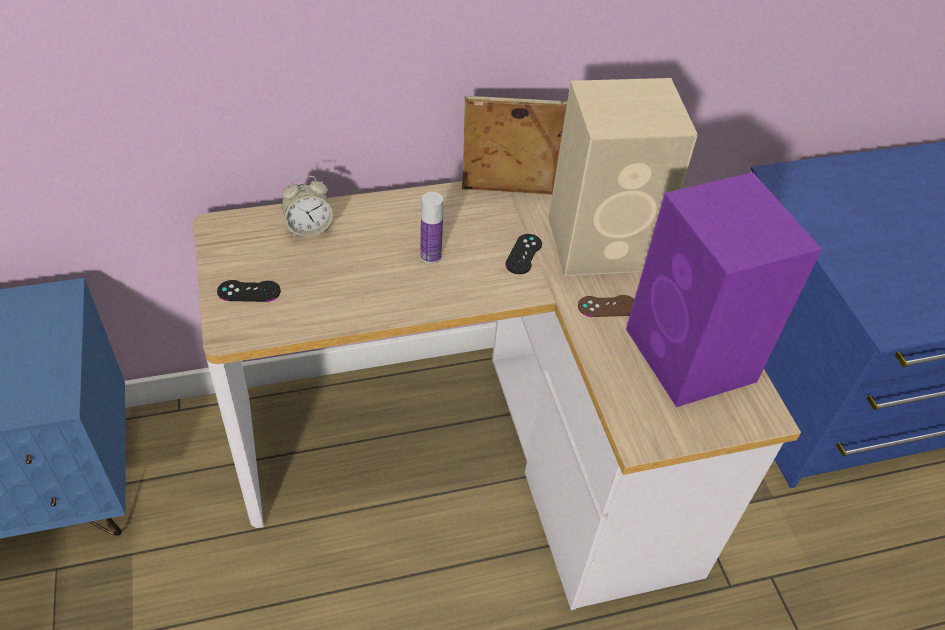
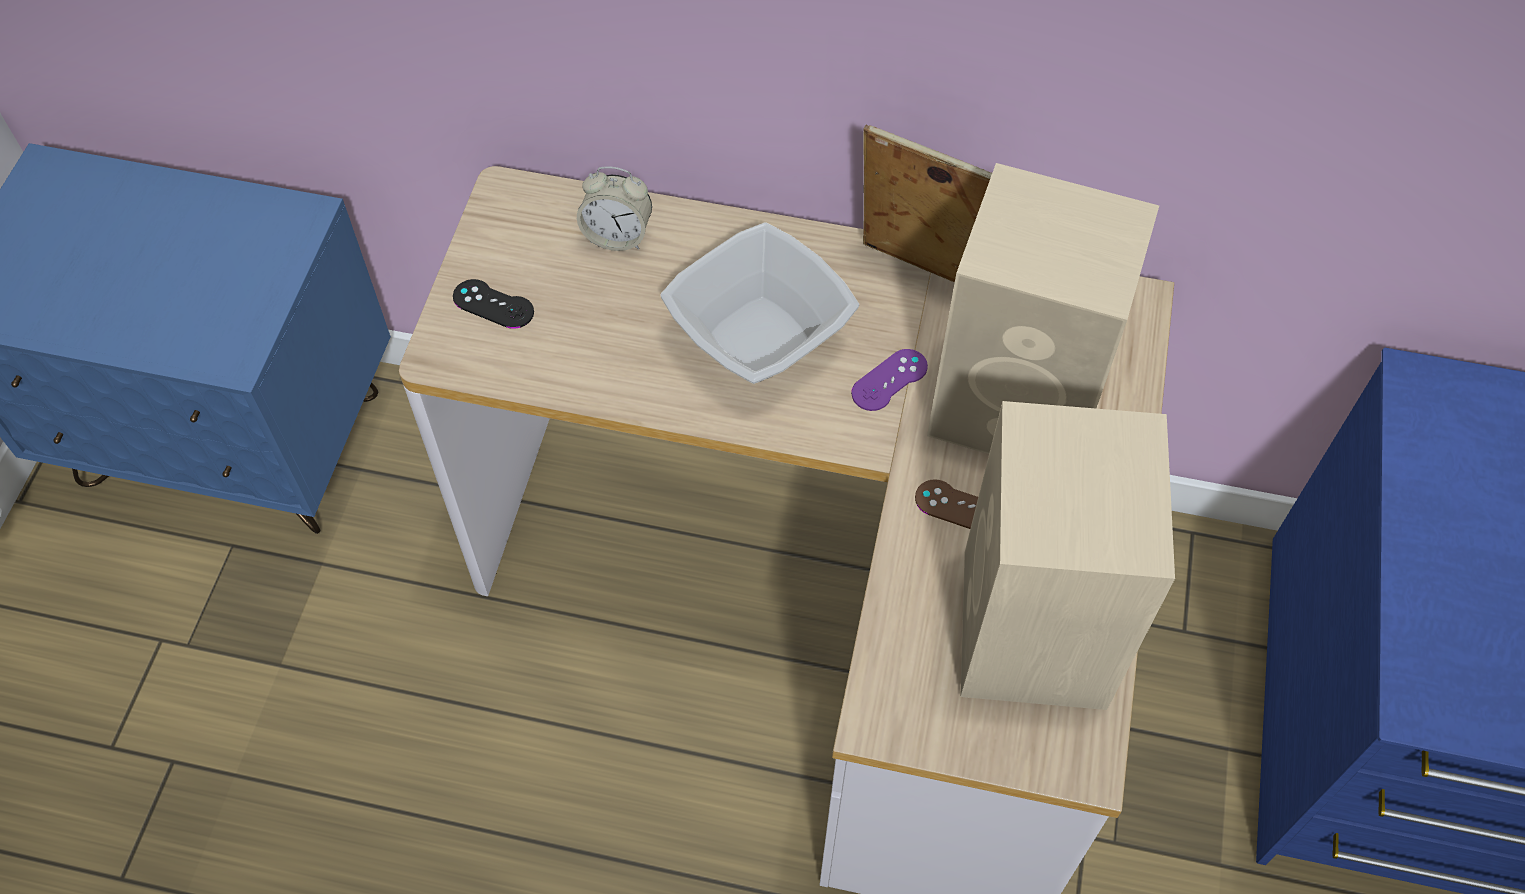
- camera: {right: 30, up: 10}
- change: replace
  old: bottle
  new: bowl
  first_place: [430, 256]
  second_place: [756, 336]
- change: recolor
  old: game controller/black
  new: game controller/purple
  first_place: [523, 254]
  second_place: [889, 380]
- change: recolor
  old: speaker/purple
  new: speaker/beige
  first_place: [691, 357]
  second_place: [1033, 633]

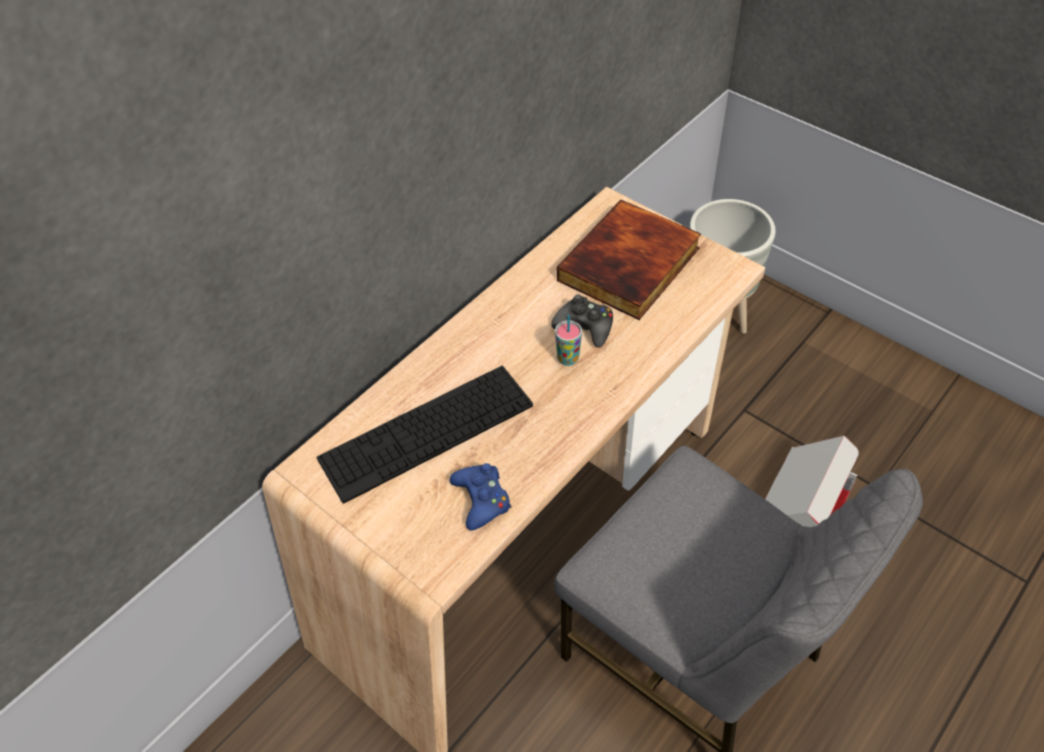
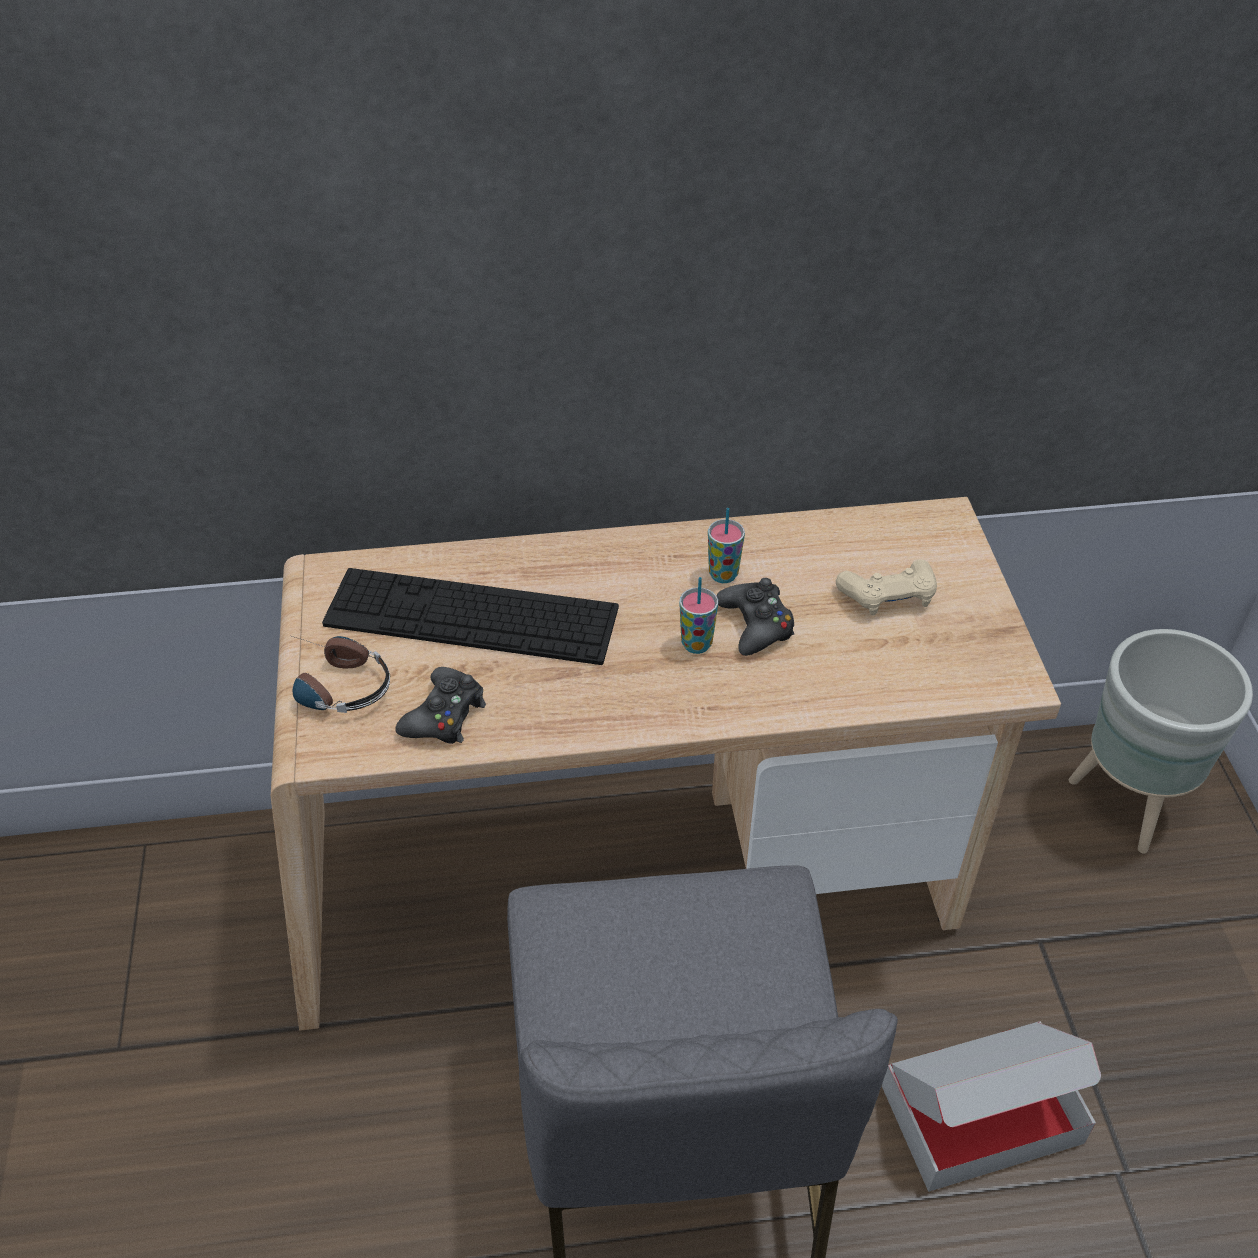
- camera: {right: 40, up: -5}
- change: recolor
  old: game controller/blue
  new: game controller/black
  first_place: [482, 499]
  second_place: [444, 715]
- change: replace
  old: book
  new: game controller/beige
  first_place: [630, 266]
  second_place: [888, 596]
- change: insert
  new: headphones
  second_place: [332, 684]
- change: insert
  new: cup
  second_place: [723, 575]

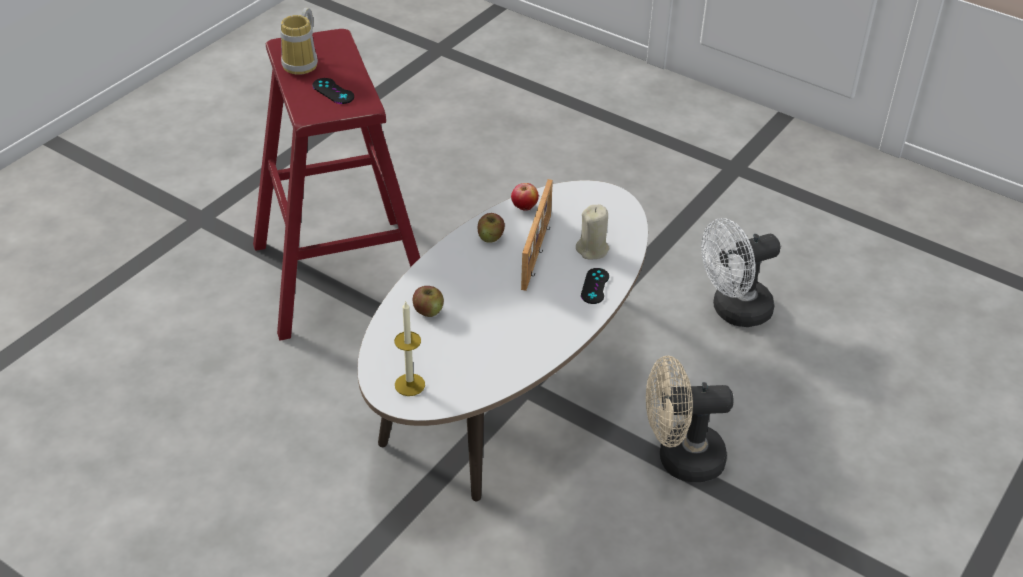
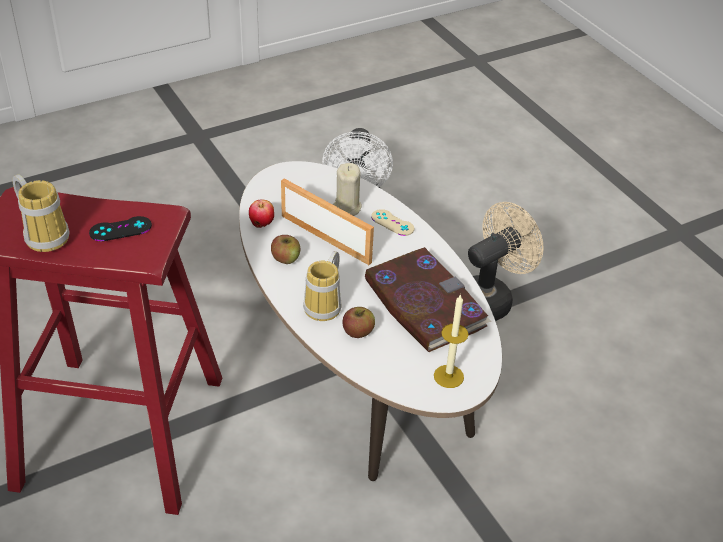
- camera: {right: -65, up: 0}
- change: recolor
  old: game controller/black
  new: game controller/beige
  first_place: [595, 286]
  second_place: [392, 223]
- change: rotate
  old: fan/beige
  first_place: [680, 459]
  second_place: [490, 298]
  degrees: -150
- change: insert
  new: mug
  second_place: [326, 306]
- change: insert
  new: book
  second_place: [423, 303]

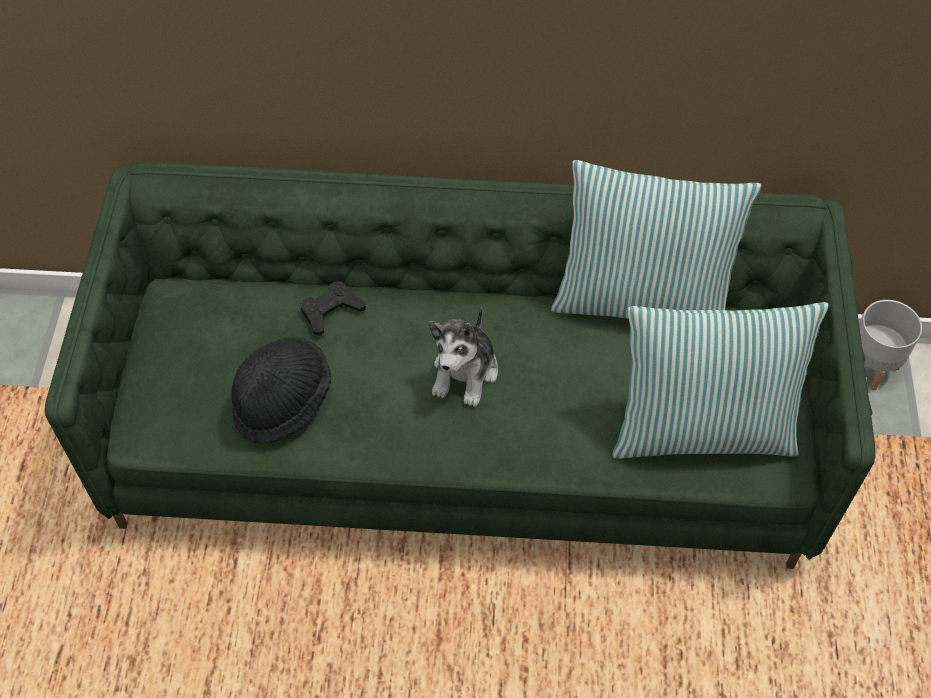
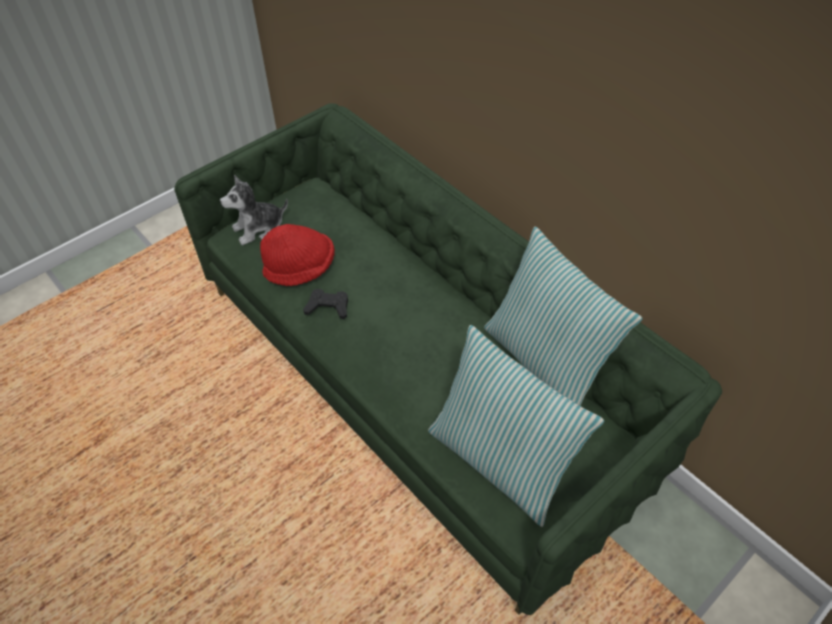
- camera: {right: 45, up: -5}
- change: recolor
  old: hat/black
  new: hat/red
  first_place: [282, 401]
  second_place: [300, 268]
- change: move
  old: game controller/black
  first_place: [331, 311]
  second_place: [328, 307]
- change: move
  old: plush toy
  first_place: [465, 372]
  second_place: [259, 229]
- change: delete
  old: planter/grey
  first_place: [871, 366]

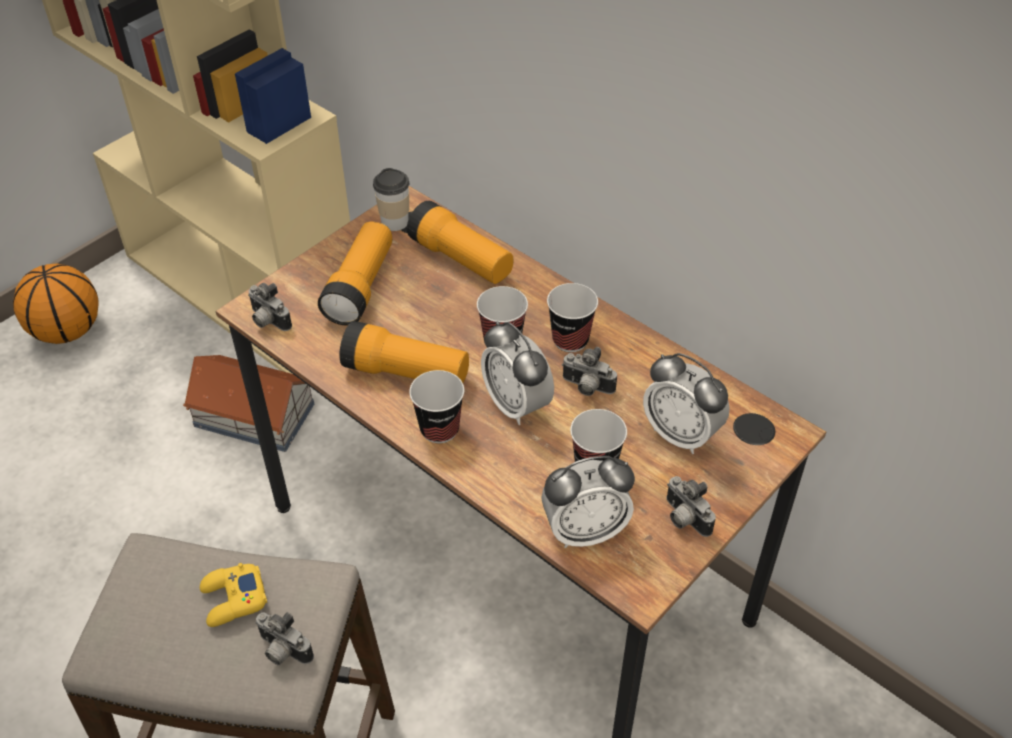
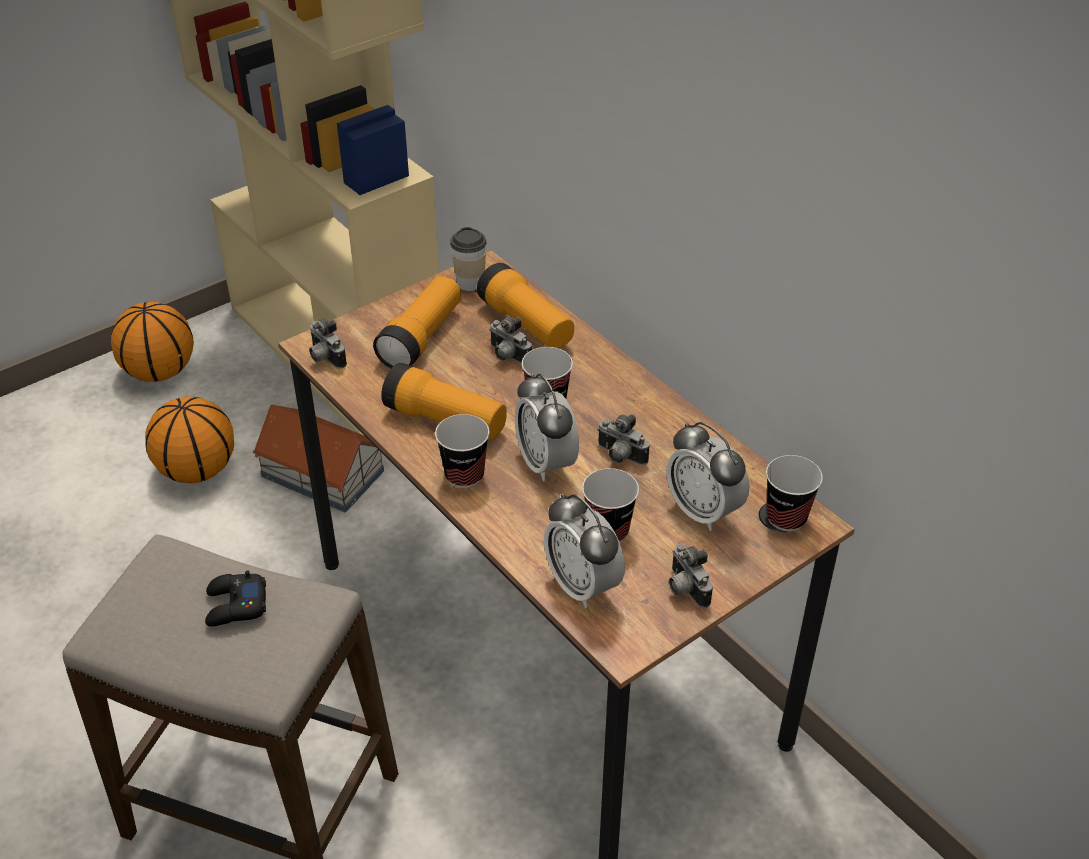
- camera: {right: 10, up: -5}
- change: recolor
  old: game controller/yellow
  new: game controller/black
  first_place: [233, 599]
  second_place: [235, 605]
- change: move
  old: photo camera
  first_place: [282, 651]
  second_place: [507, 356]
- change: rotate
  old: alarm clock
  first_place: [584, 531]
  second_place: [582, 585]
  degrees: 60
- change: move
  old: cup
  first_place: [570, 340]
  second_place: [786, 517]
- change: insert
  new: basketball
  second_place: [197, 469]

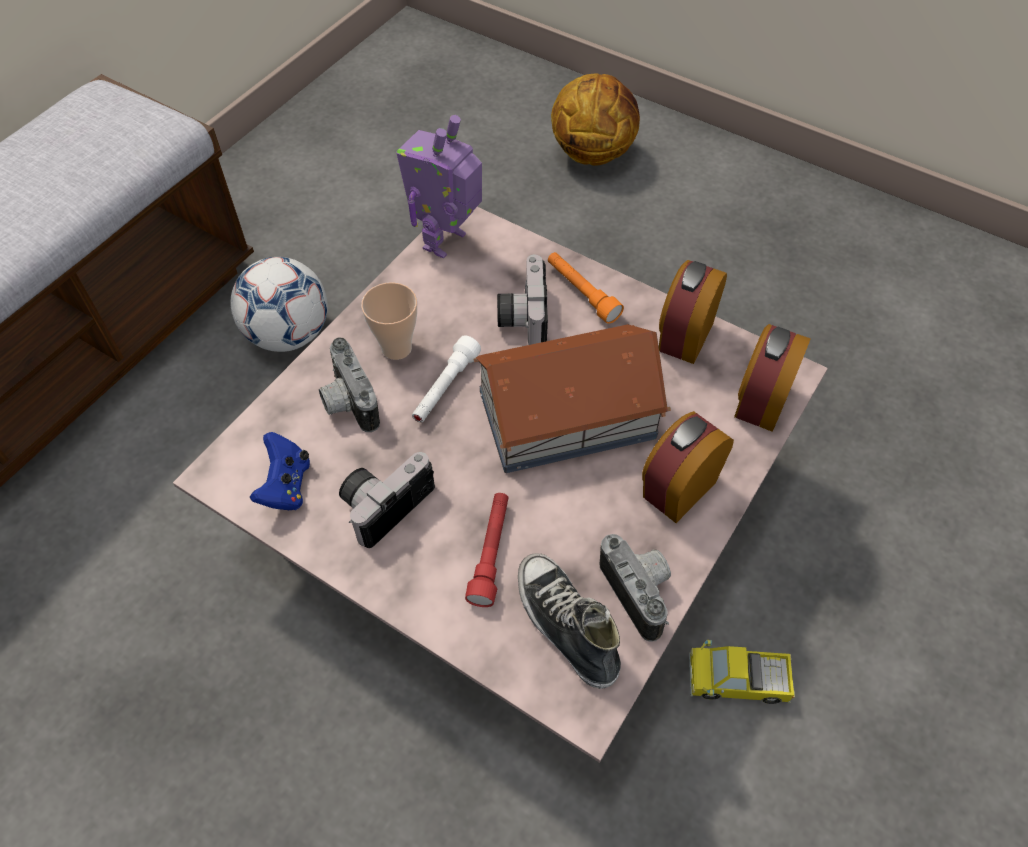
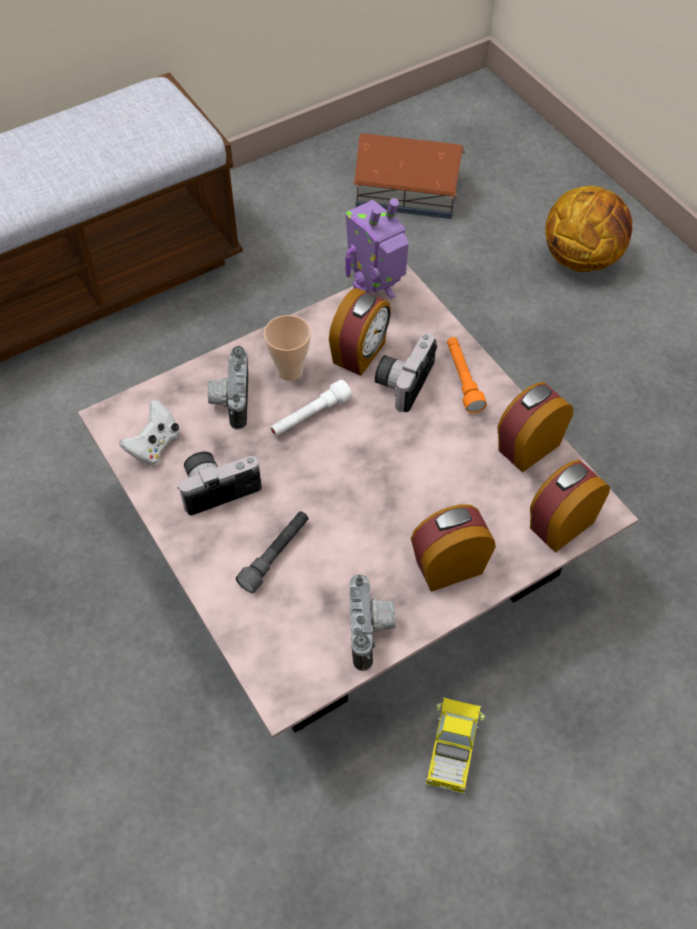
- camera: {right: 25, up: 0}
- change: delete
  old: football
  first_place: [289, 334]
- change: recolor
  old: game controller/blue
  new: game controller/white
  first_place: [286, 485]
  second_place: [154, 445]
- change: recolor
  old: flashlight/red
  new: flashlight/grey
  first_place: [491, 553]
  second_place: [275, 555]
- change: move
  old: toy house
  first_place: [564, 413]
  second_place: [406, 191]
- change: delete
  old: shoe
  first_place: [565, 625]
- change: rotate
  old: toy truck
  first_place: [737, 680]
  second_place: [452, 750]
  degrees: 75
- change: insert
  new: alarm clock
  second_place: [360, 354]

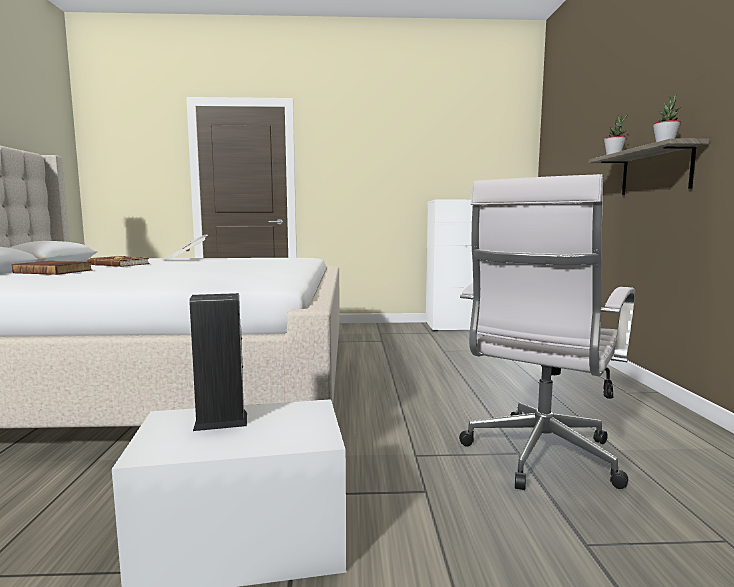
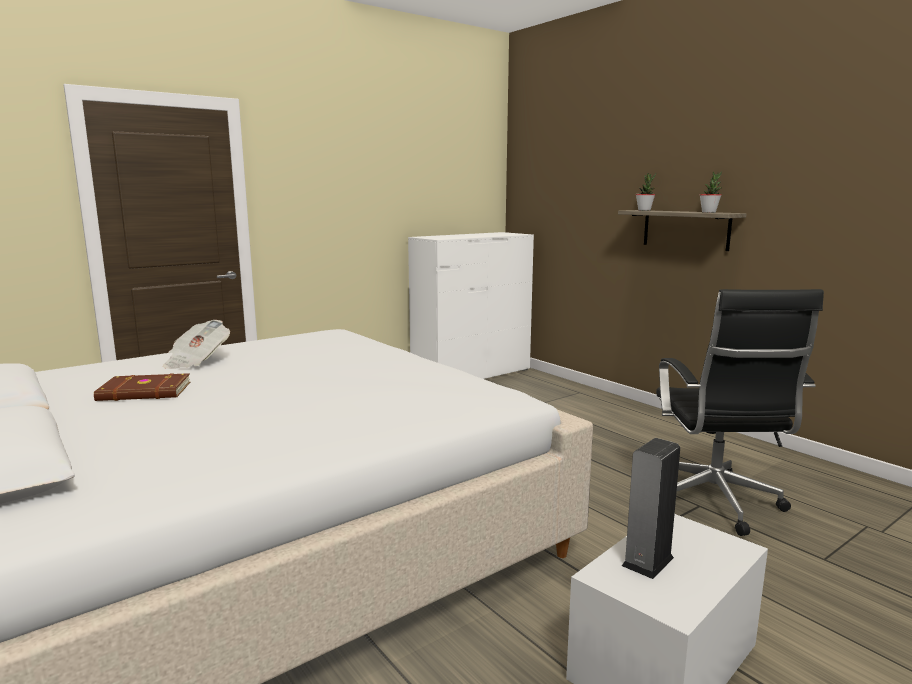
- camera: {right: -35, up: 5}
- change: delete
  old: book
  first_place: [55, 271]
- change: recolor
  old: office chair/white
  new: office chair/black
  first_place: [539, 458]
  second_place: [715, 505]

